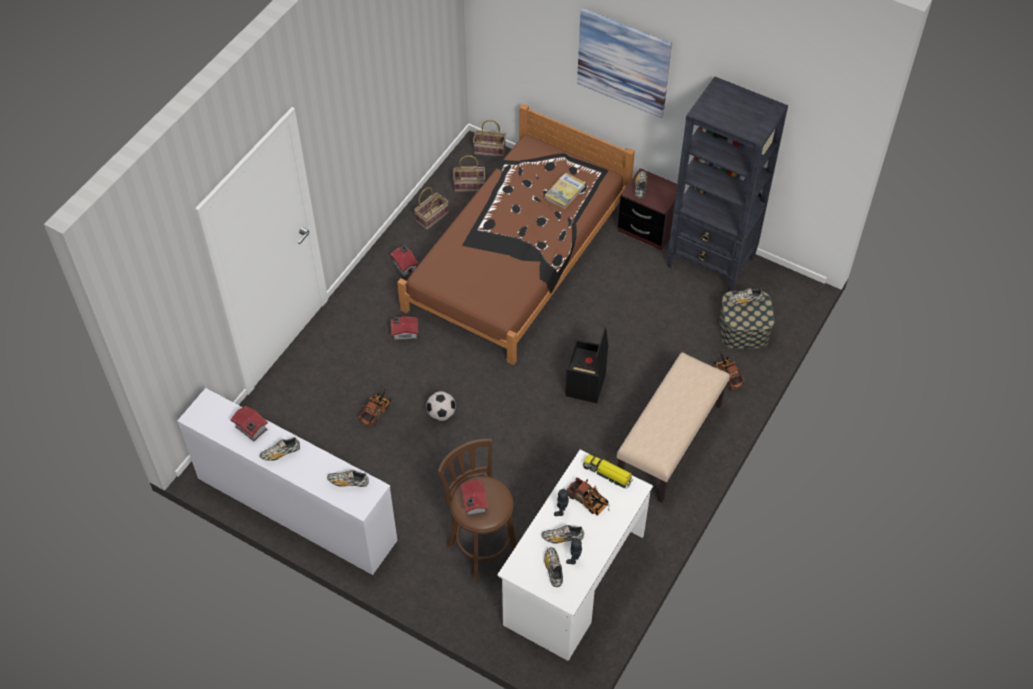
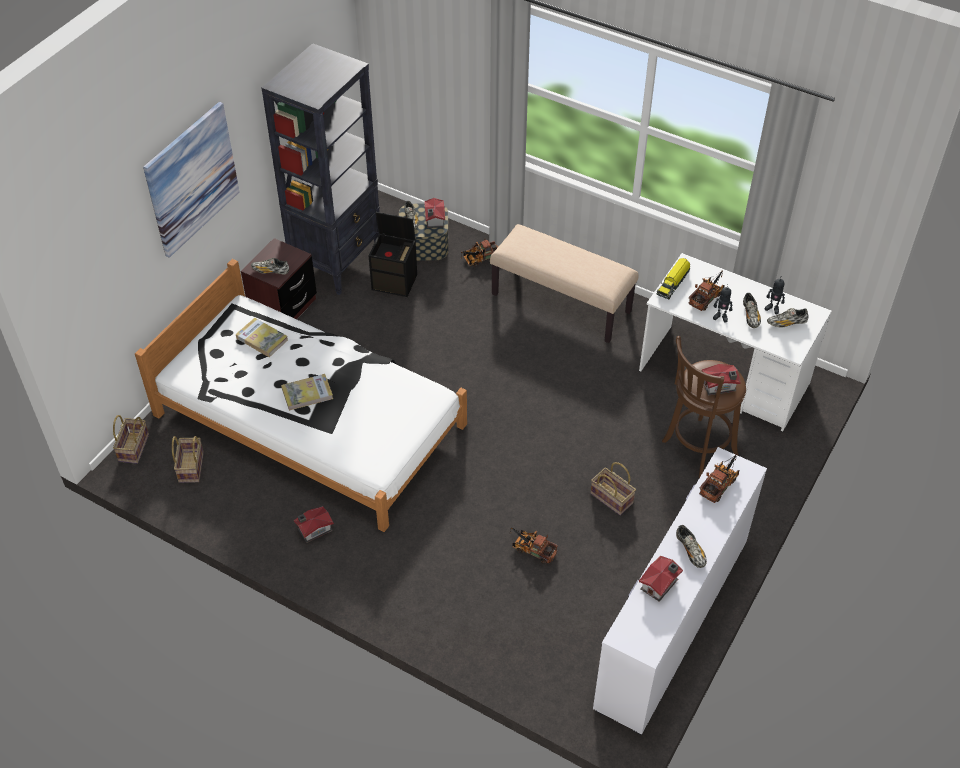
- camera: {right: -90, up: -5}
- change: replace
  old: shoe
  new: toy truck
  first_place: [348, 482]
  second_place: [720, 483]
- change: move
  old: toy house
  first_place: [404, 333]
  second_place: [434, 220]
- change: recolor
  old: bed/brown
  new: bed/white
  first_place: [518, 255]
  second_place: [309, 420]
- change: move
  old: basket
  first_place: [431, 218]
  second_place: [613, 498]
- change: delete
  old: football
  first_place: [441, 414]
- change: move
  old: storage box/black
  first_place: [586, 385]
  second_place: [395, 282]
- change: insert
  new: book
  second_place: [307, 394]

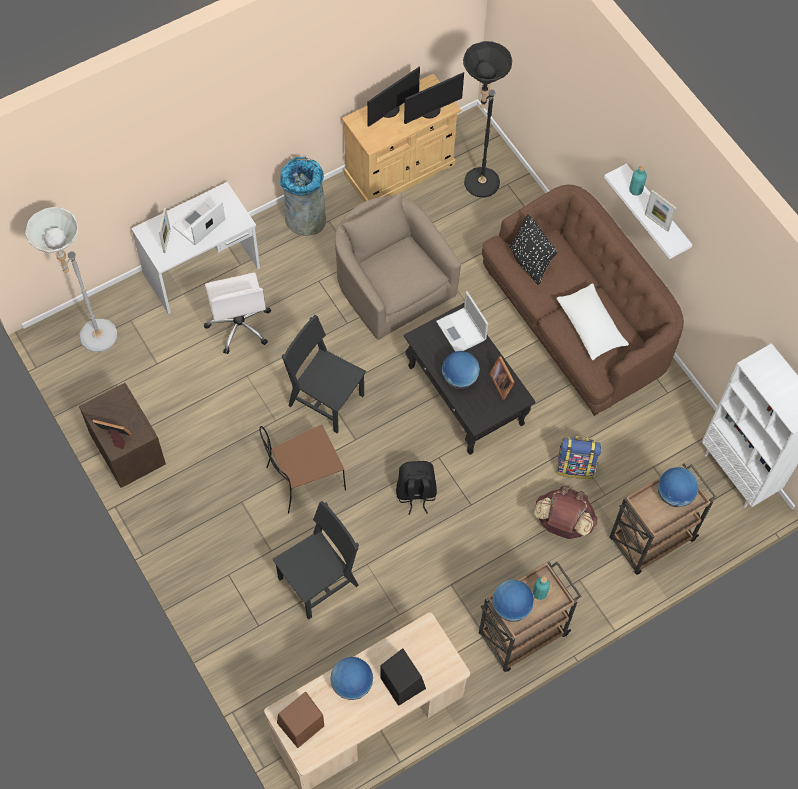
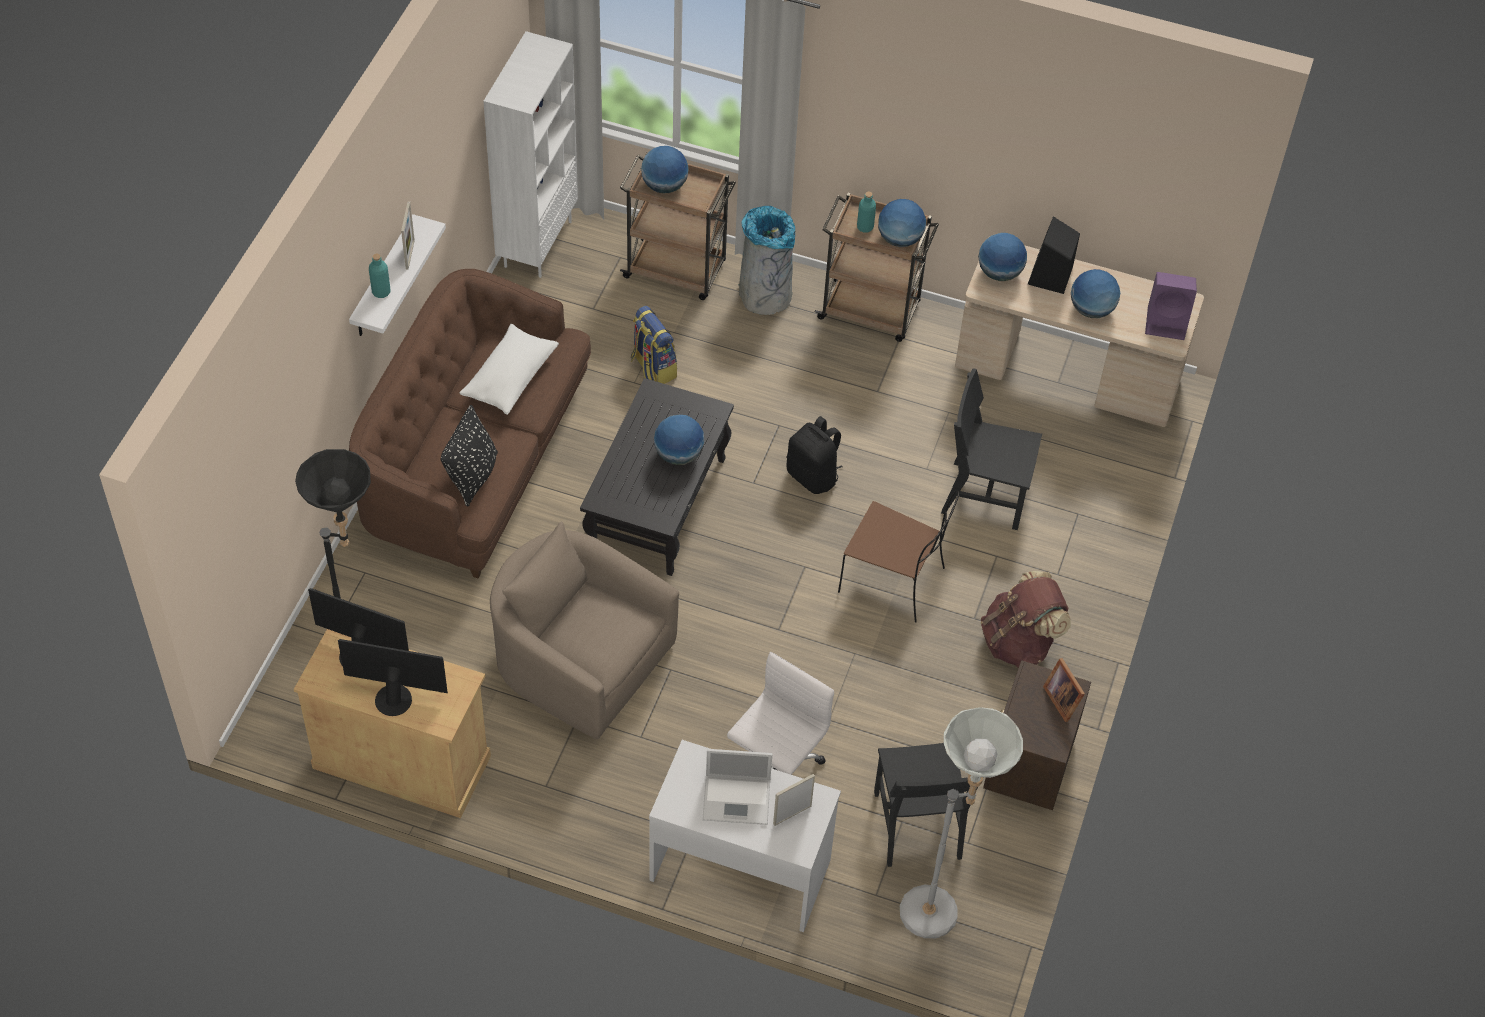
- camera: {right: -130, up: -10}
- change: recolor
  old: speaker/brown
  new: speaker/purple
  first_place: [300, 725]
  second_place: [1167, 322]
- change: move
  old: trash can/grey
  first_place: [305, 219]
  second_place: [765, 296]
- change: move
  old: chair/black
  first_place: [326, 400]
  second_place: [917, 825]
- change: rotate
  old: armchair/beige
  first_place: [391, 285]
  second_place: [580, 660]
  degrees: 105
- change: delete
  old: laptop
  first_place: [461, 331]
- change: delete
  old: picture frame
  first_place: [502, 383]
- change: move
  old: backpack/brown
  first_place: [562, 523]
  second_place: [1019, 642]
- change: insert
  new: globe
  second_place: [999, 273]

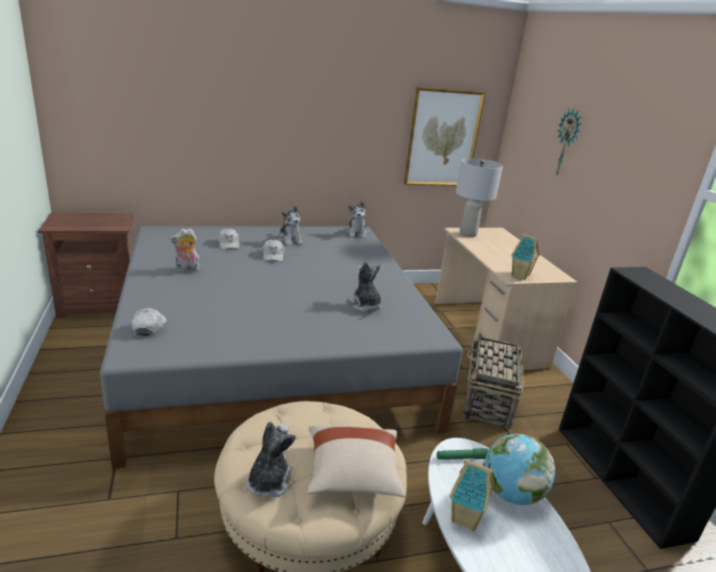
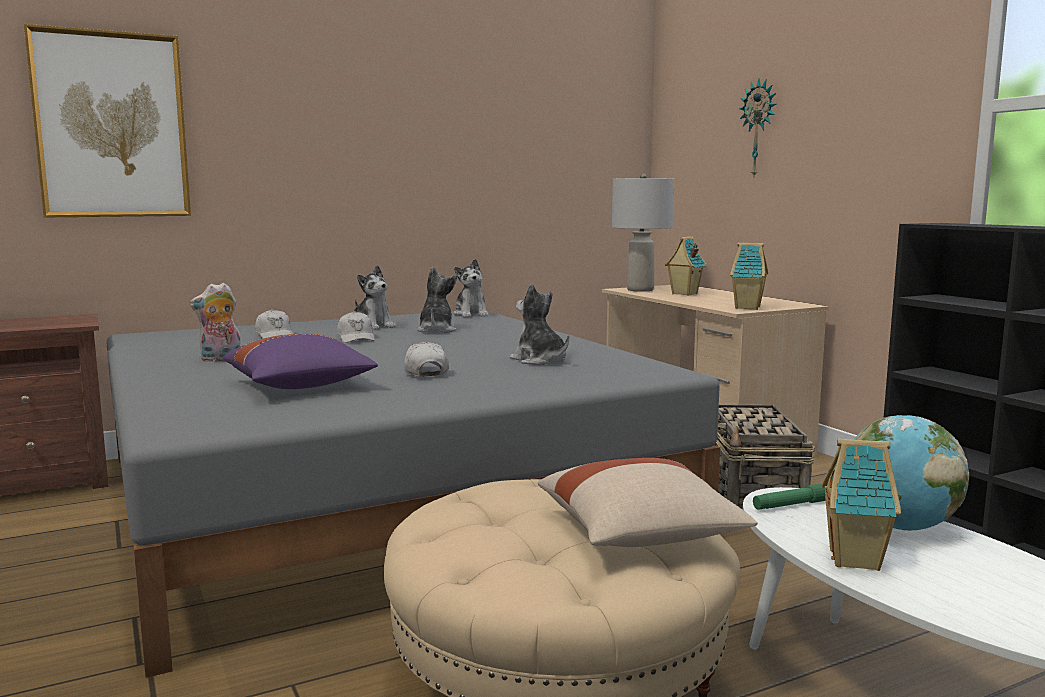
- camera: {right: -10, up: -15}
- change: move
  old: cap/white
  first_place: [149, 327]
  second_place: [425, 372]
- change: move
  old: plush toy
  first_place: [269, 482]
  second_place: [436, 330]
- change: move
  old: picture
  first_place: [442, 138]
  second_place: [111, 125]
- change: insert
  new: pillow/purple
  second_place: [300, 386]
- change: insert
  new: toy house
  second_place: [683, 294]

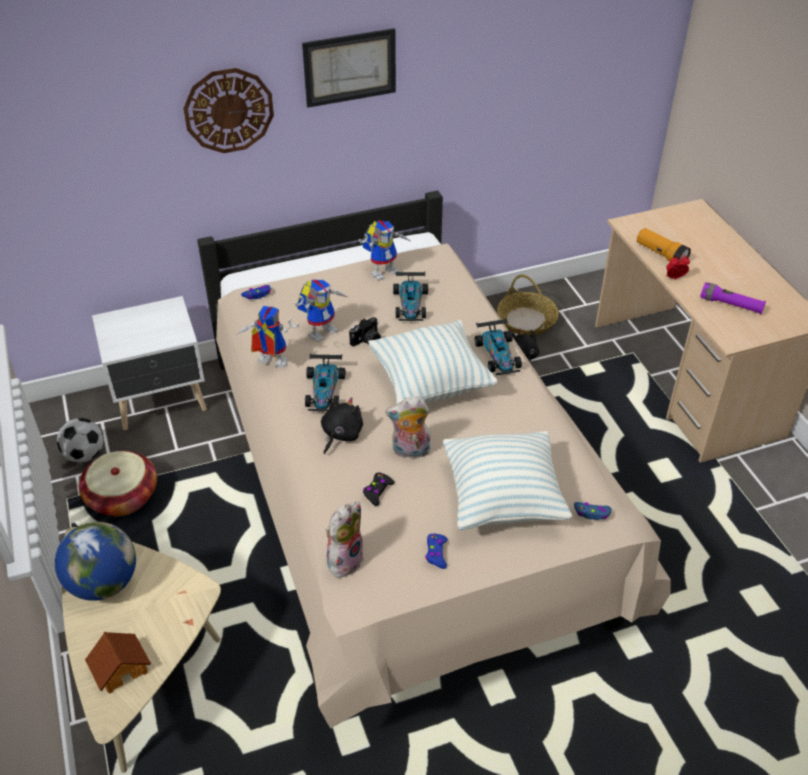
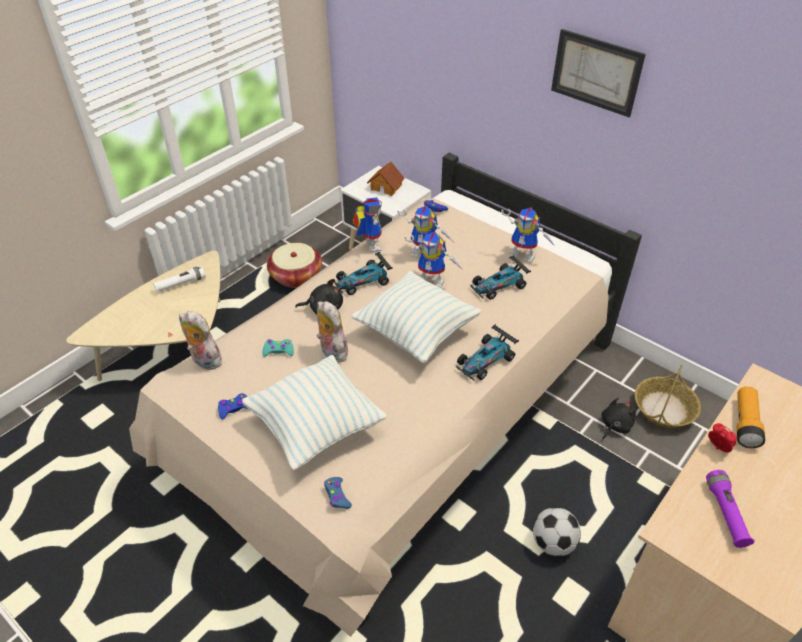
- camera: {right: 60, up: 0}
- change: replace
  old: globe
  new: flashlight/white
  first_place: [104, 583]
  second_place: [181, 284]
- change: move
  old: football
  first_place: [85, 455]
  second_place: [553, 543]
- change: move
  old: toy house
  first_place: [120, 668]
  second_place: [386, 187]
- change: delete
  old: wall clock
  first_place: [228, 110]
- change: rotate
  old: plush toy
  first_place: [344, 559]
  second_place: [204, 361]
  degrees: -150
- change: replace
  old: photo camera
  new: toy robot
  first_place: [367, 341]
  second_place: [433, 280]
- change: recolor
  old: game controller/black
  new: game controller/turquoise
  first_place: [377, 491]
  second_place: [278, 351]

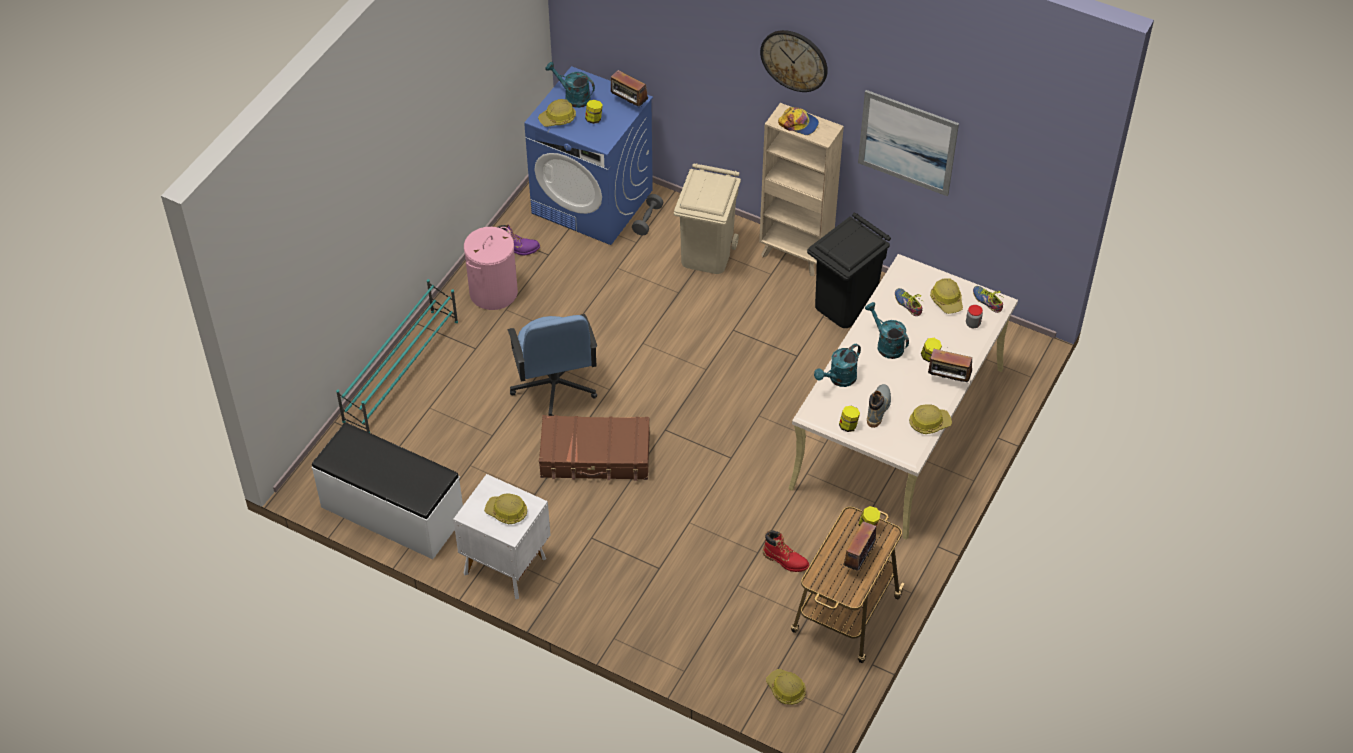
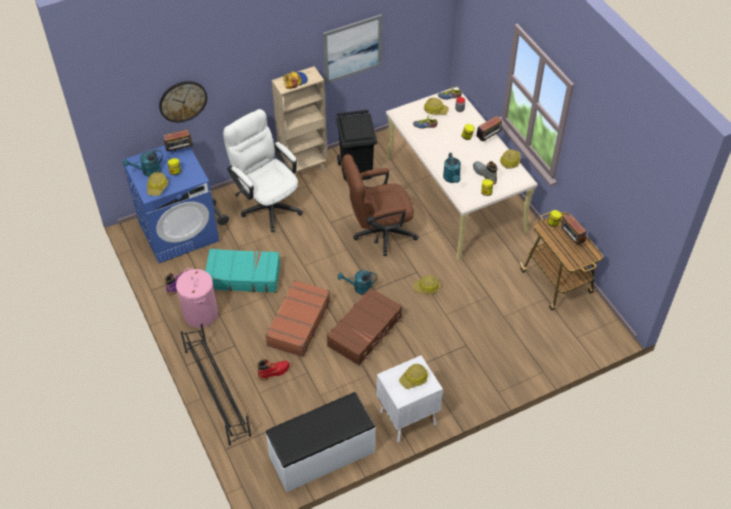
- camera: {right: -55, up: 0}
- change: recolor
  old: shoe rack/turquoise
  new: shoe rack/black
  first_place: [402, 370]
  second_place: [217, 392]
- change: replace
  old: office chair/blue
  new: suitcase/brown
  first_place: [554, 387]
  second_place: [298, 323]
- change: replace
  old: trash can/beige
  new: office chair/white
  first_place: [707, 254]
  second_place: [267, 204]
- change: move
  old: wall clock
  first_place: [794, 60]
  second_place: [182, 101]
- change: move
  old: boot/red
  first_place: [785, 560]
  second_place: [274, 372]
- change: move
  old: hard hat
  first_place: [786, 690]
  second_place: [427, 287]
- change: move
  old: watering can/turquoise
  first_place: [886, 344]
  second_place: [359, 288]
- change: insert
  new: suitcase/turquoise
  second_place: [243, 276]
- change: insert
  new: office chair/brown
  second_place: [378, 233]

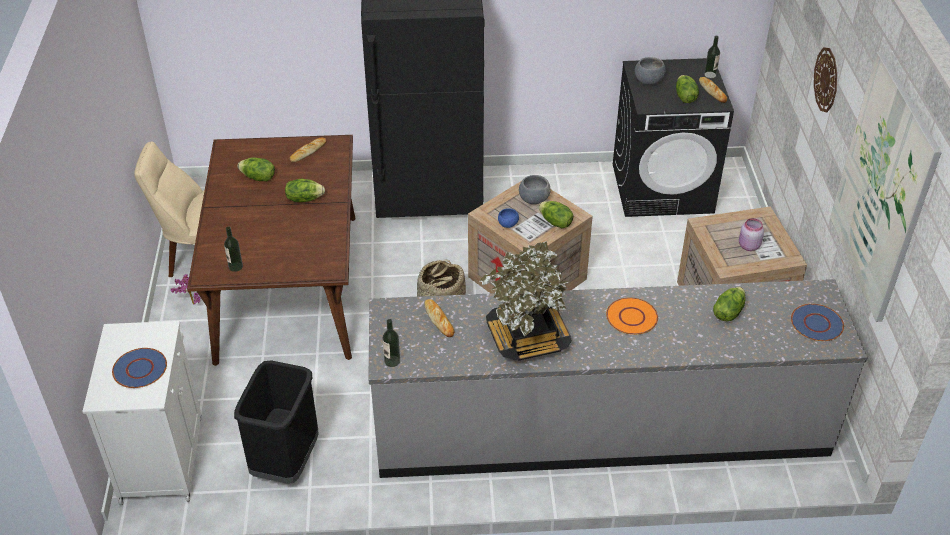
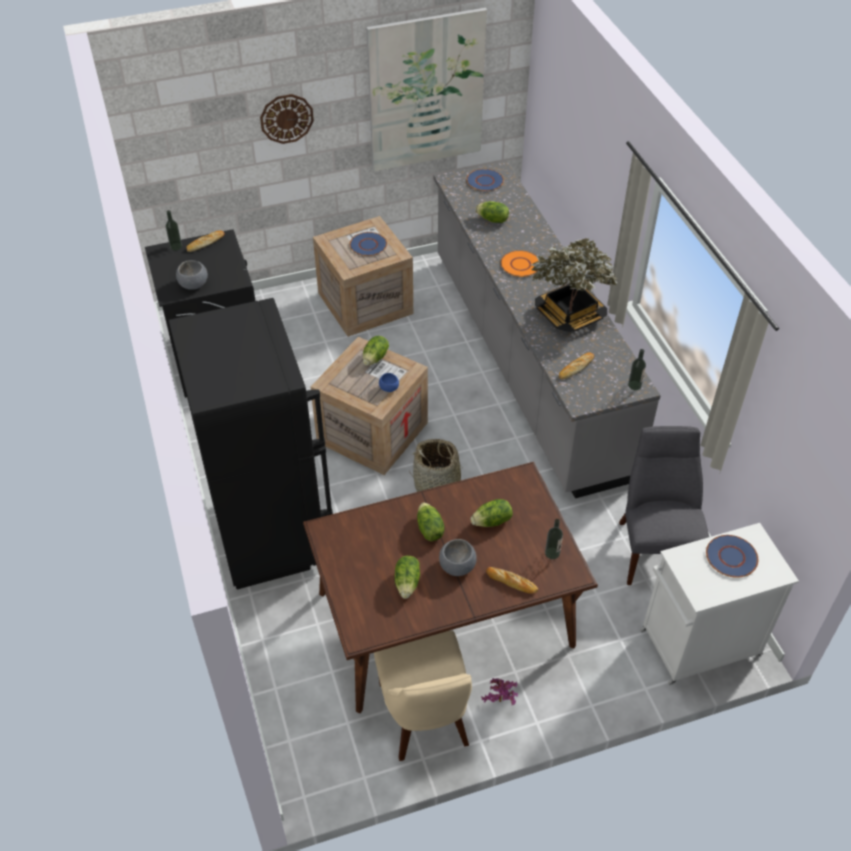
- camera: {right: -105, up: 5}
- change: replace
  old: trash can/black
  new: chair/grey
  first_place: [286, 461]
  second_place: [654, 548]
- change: move
  old: bread
  first_place: [308, 152]
  second_place: [511, 582]
- change: move
  old: bowl/grey
  first_place: [534, 199]
  second_place: [457, 566]
- change: move
  old: lettuce
  first_place: [684, 97]
  second_place: [492, 521]
- change: replace
  old: jar/pink
  new: plate/blue
  first_place: [748, 246]
  second_place: [368, 245]

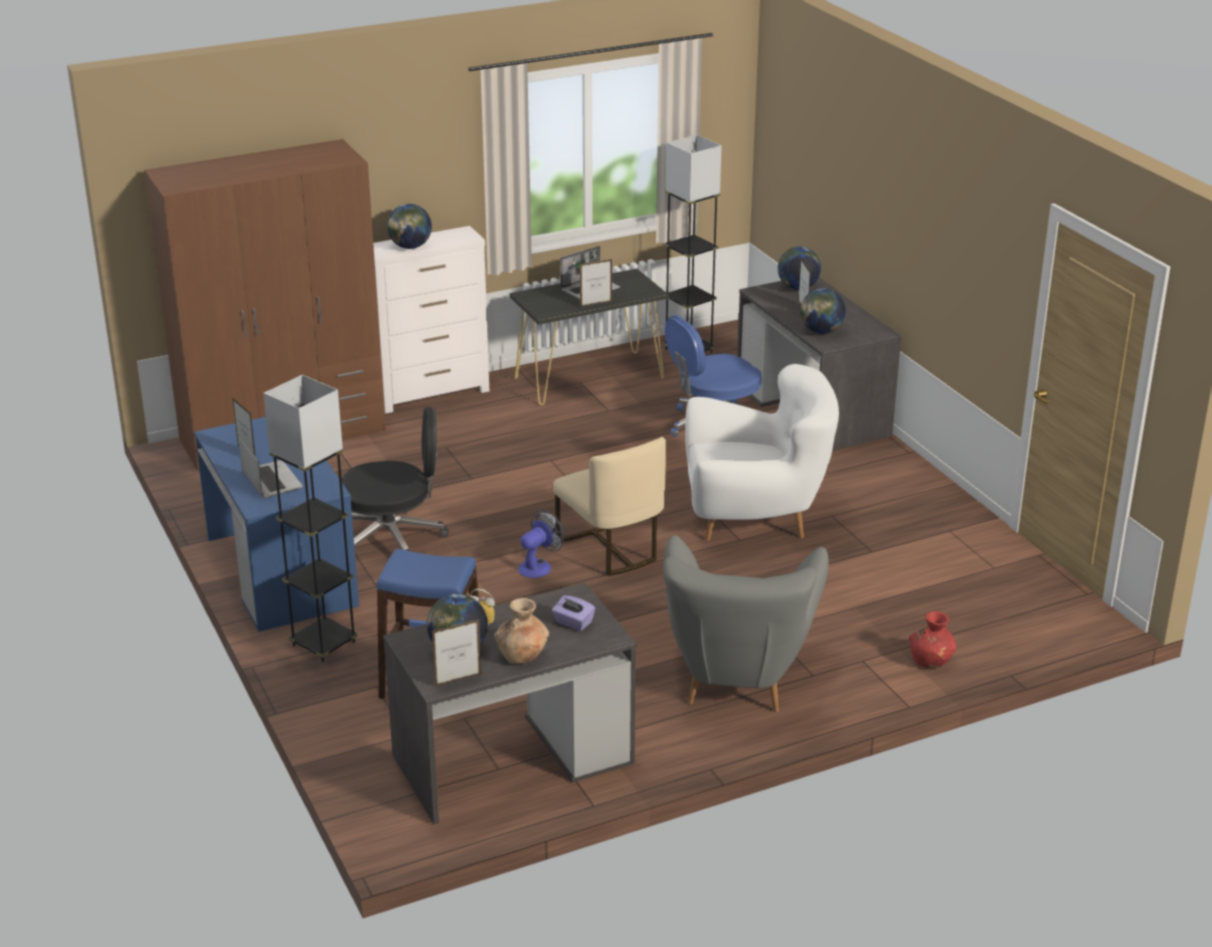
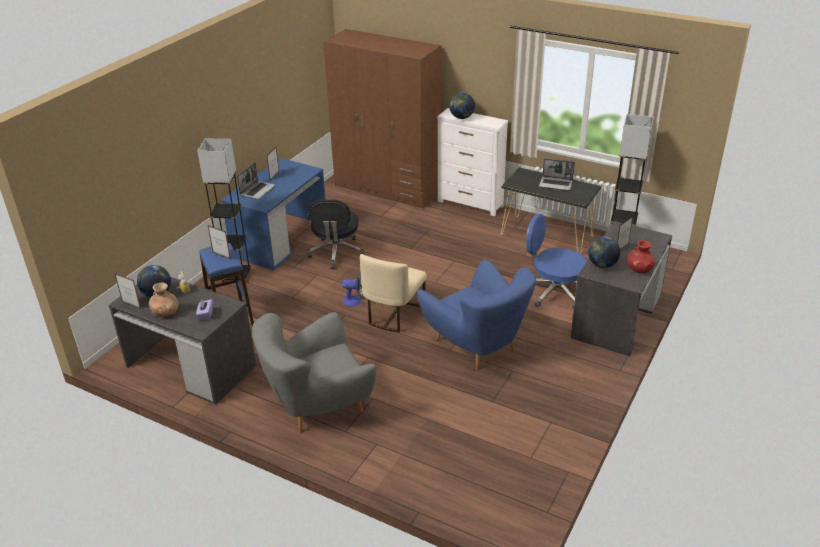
- camera: {right: 55, up: 5}
- change: rotate
  old: office chair/black
  first_place: [394, 538]
  second_place: [336, 253]
  degrees: 45
- change: move
  old: picture frame
  first_place: [596, 304]
  second_place: [221, 255]
- change: recolor
  old: armchair/white
  new: armchair/blue
  first_place: [754, 518]
  second_place: [477, 345]
- change: delete
  old: globe
  first_place: [798, 288]
- change: move
  old: vase/red
  first_place: [931, 661]
  second_place: [639, 269]

